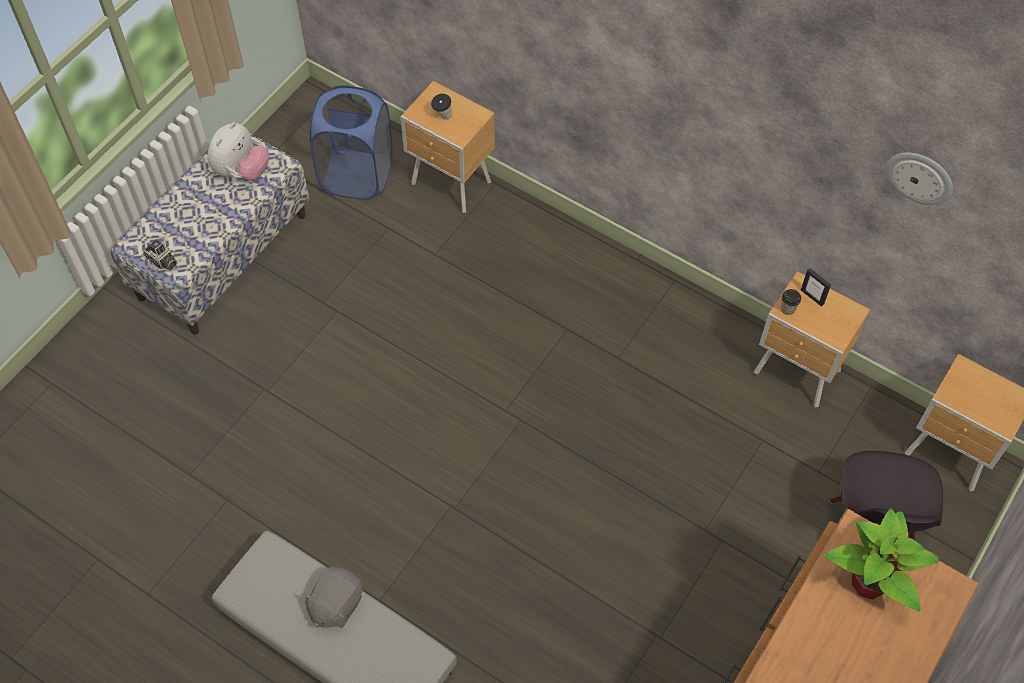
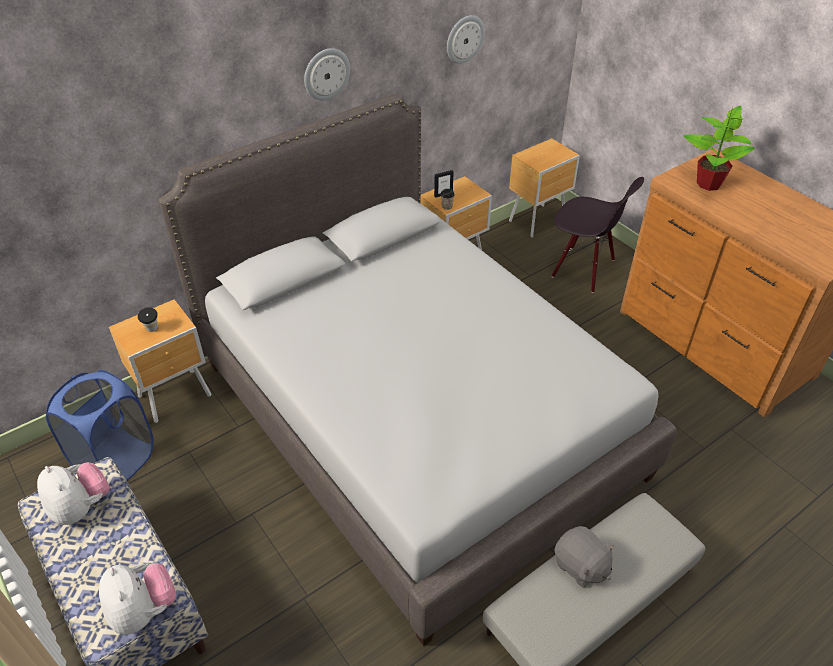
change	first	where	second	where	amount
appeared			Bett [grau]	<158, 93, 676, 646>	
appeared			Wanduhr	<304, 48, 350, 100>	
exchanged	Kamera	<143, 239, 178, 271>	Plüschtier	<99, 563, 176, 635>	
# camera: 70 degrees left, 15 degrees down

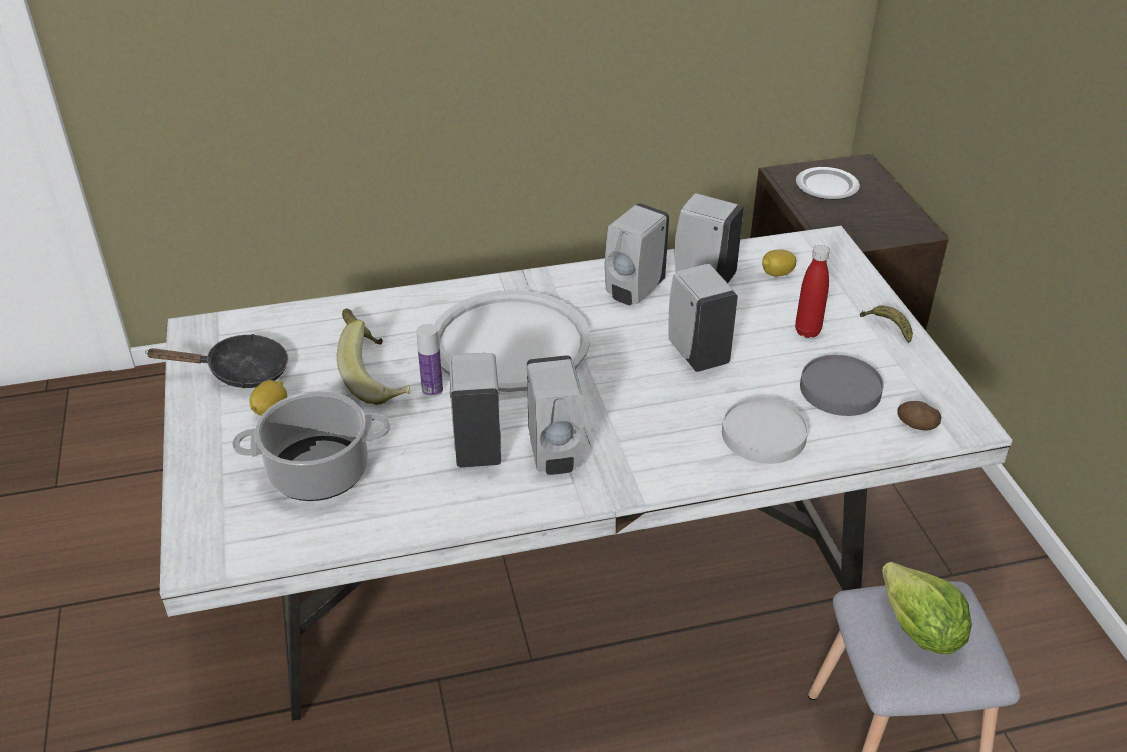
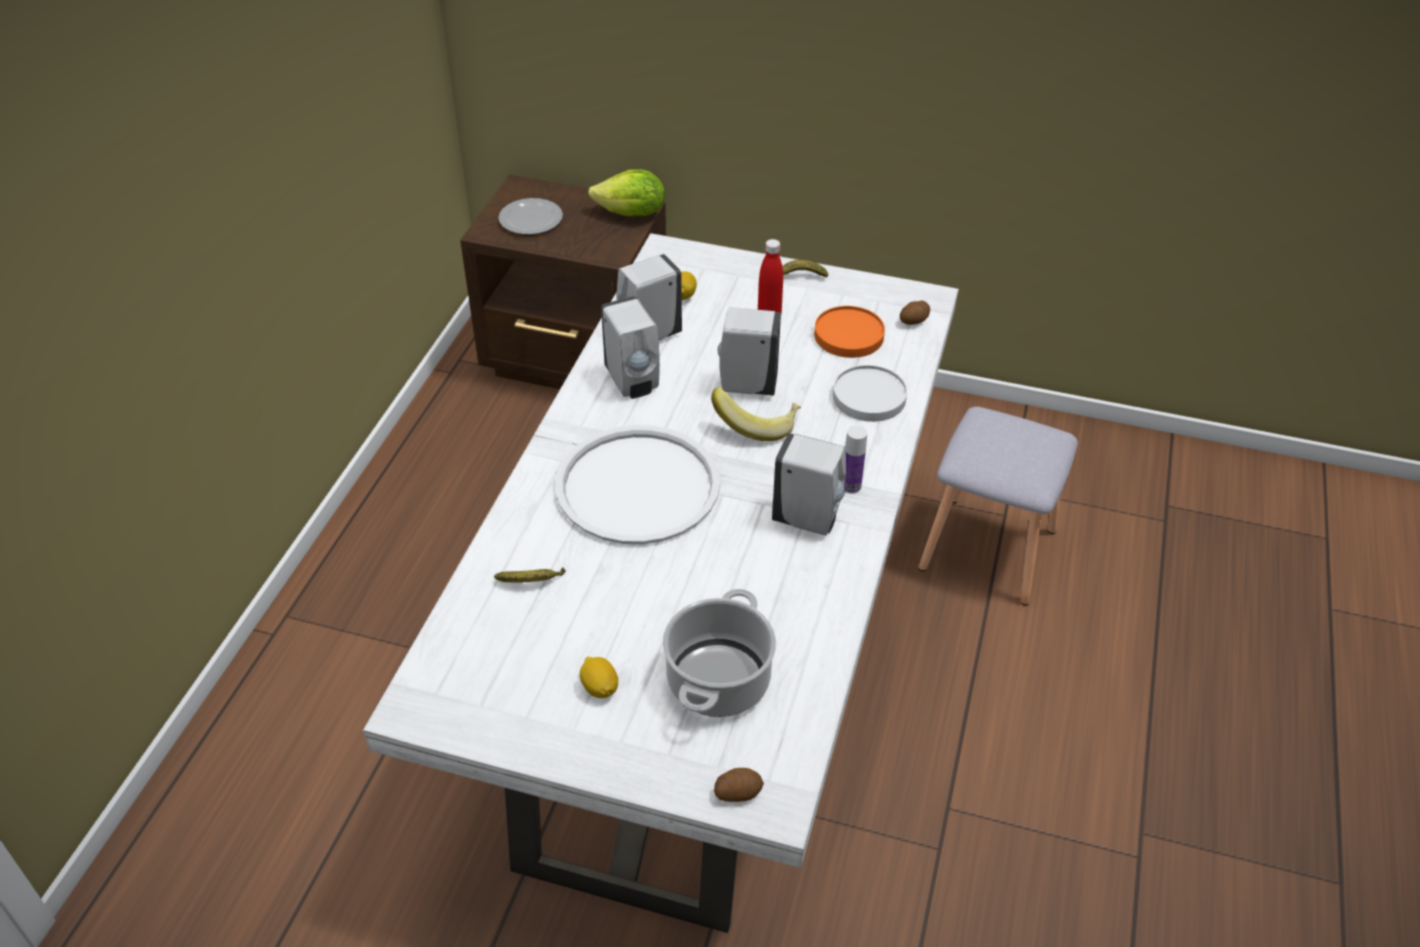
change	first	where	second	where	amount
missing	Pfanne [schwarz]	<145, 334, 288, 388>			
missing	Seifenspender [weiß]	<449, 353, 501, 467>			
appeared			Kartoffel	<714, 768, 764, 802>	
relocated	Banane	<337, 320, 410, 405>		<711, 387, 801, 441>	
relocated	Flasche	<417, 324, 443, 397>		<844, 425, 867, 494>	
relocated	Salatkopf	<882, 562, 972, 654>		<588, 169, 665, 216>	
colour	Teller [grau]	<800, 355, 884, 416>	Teller [orange]	<814, 306, 885, 358>	
# camera: 60 degrees left, 5 degrees up

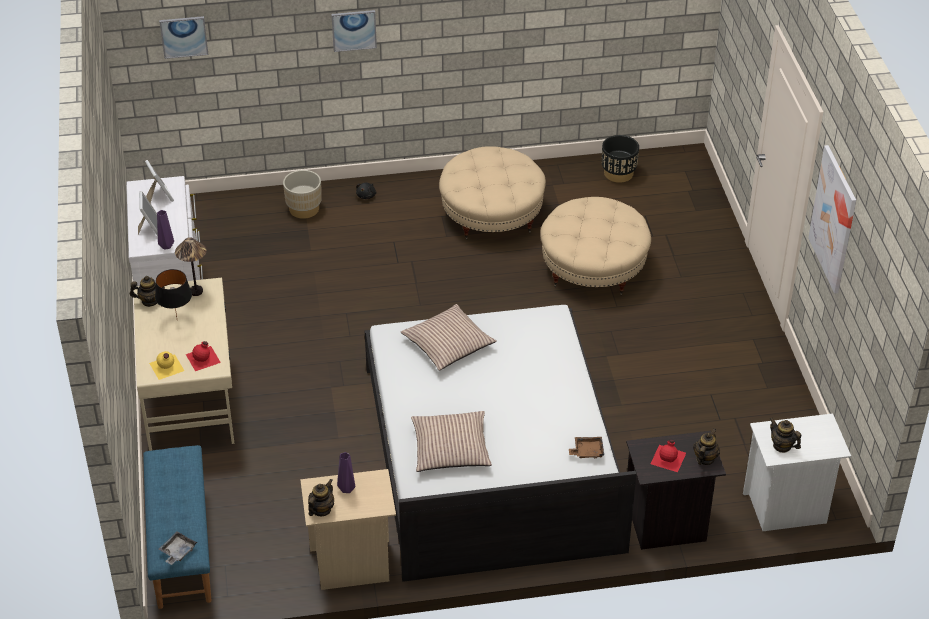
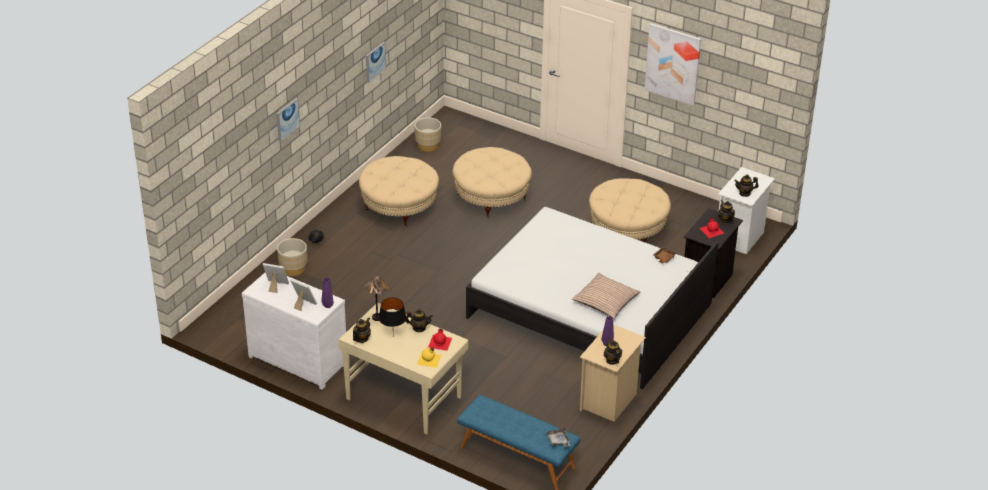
change	first	where	second	where	amount
missing	Kissen	<401, 304, 497, 371>			
appeared			Teekanne	<405, 309, 433, 332>	
appeared			Polsterhocker [beige]	<589, 178, 671, 242>	
relocated	Bild	<159, 16, 208, 59>		<366, 42, 386, 83>	
colour	Pflanzkübel [schwarz]	<602, 135, 639, 183>	Pflanzkübel [beige]	<414, 118, 441, 152>	
# camera: 50 degrees left, 5 degrees down

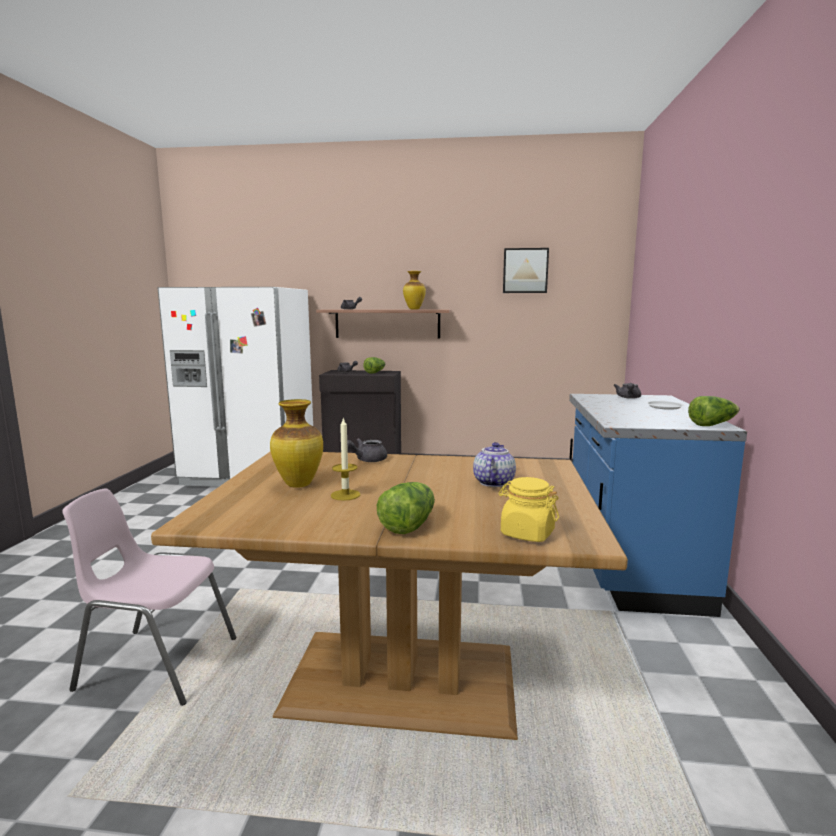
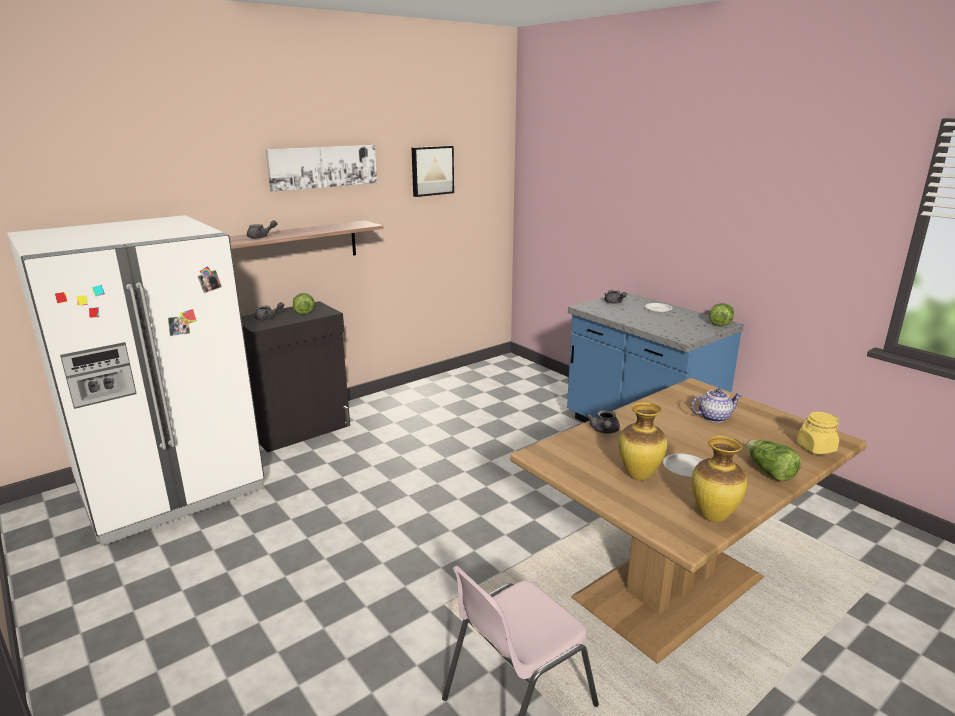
change	first	where	second	where	amount
appeared			Bild	<265, 145, 377, 192>	
relocated	Vase	<403, 271, 426, 309>		<691, 436, 747, 522>	
exchanged	Kerze	<331, 417, 360, 501>	Teller [weiß]	<663, 453, 703, 477>	
spun	Teekanne	<473, 442, 516, 487>		<691, 388, 742, 423>	105 degrees clockwise
# camera: 45 degrees left, 10 degrees up

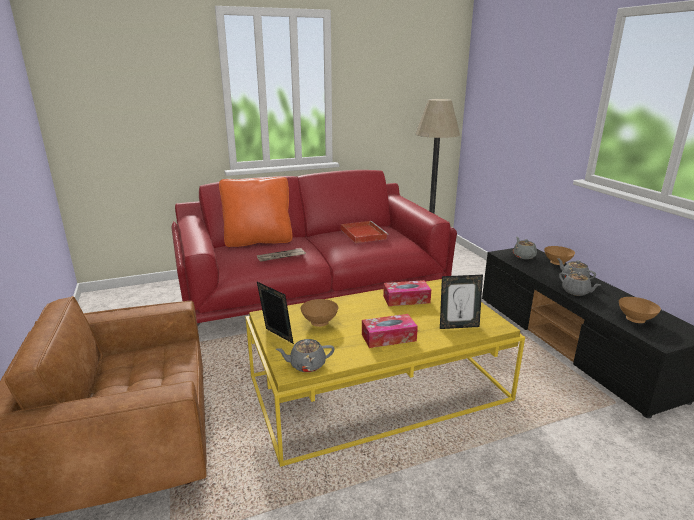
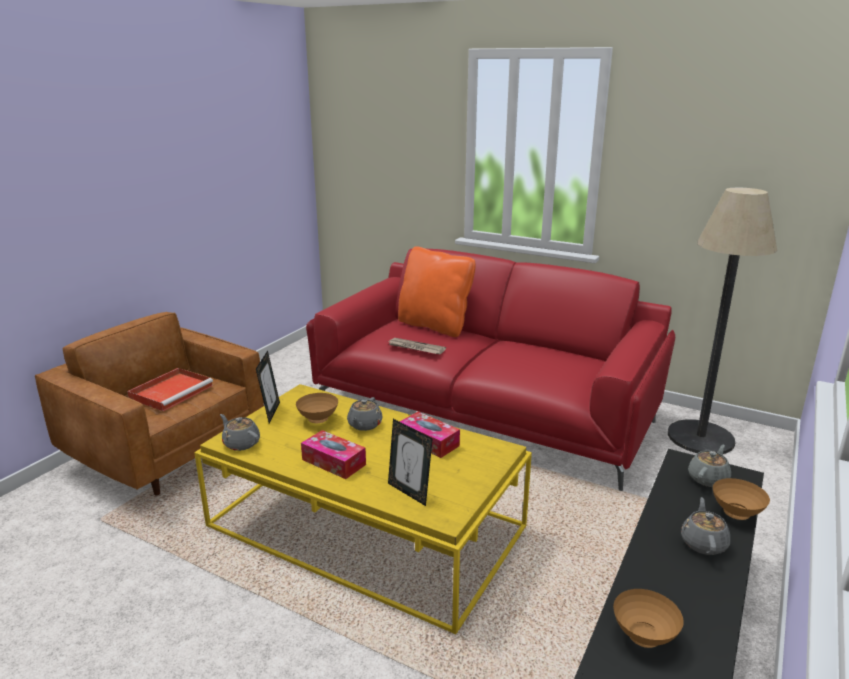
change	first	where	second	where	amount
relocated	Tablett [rot]	<341, 221, 389, 243>		<127, 368, 213, 411>	
relocated	Teekanne [grau]	<559, 272, 600, 296>		<347, 397, 383, 431>	
# camera: 50 degrees right, 0 degrees up

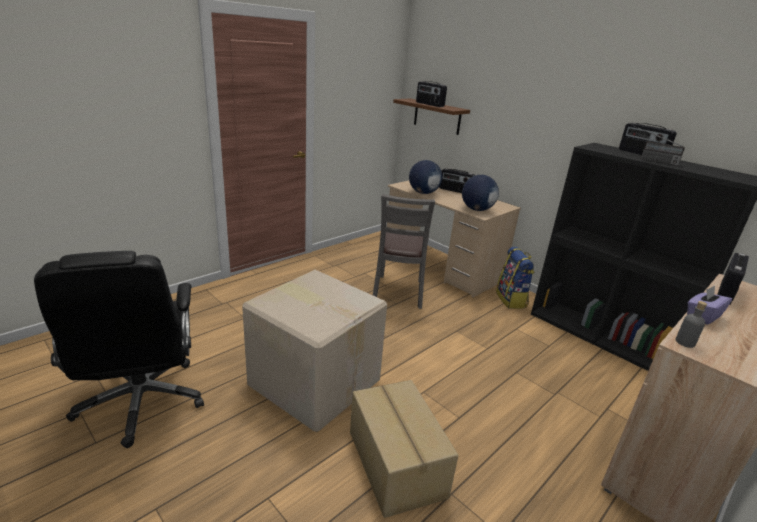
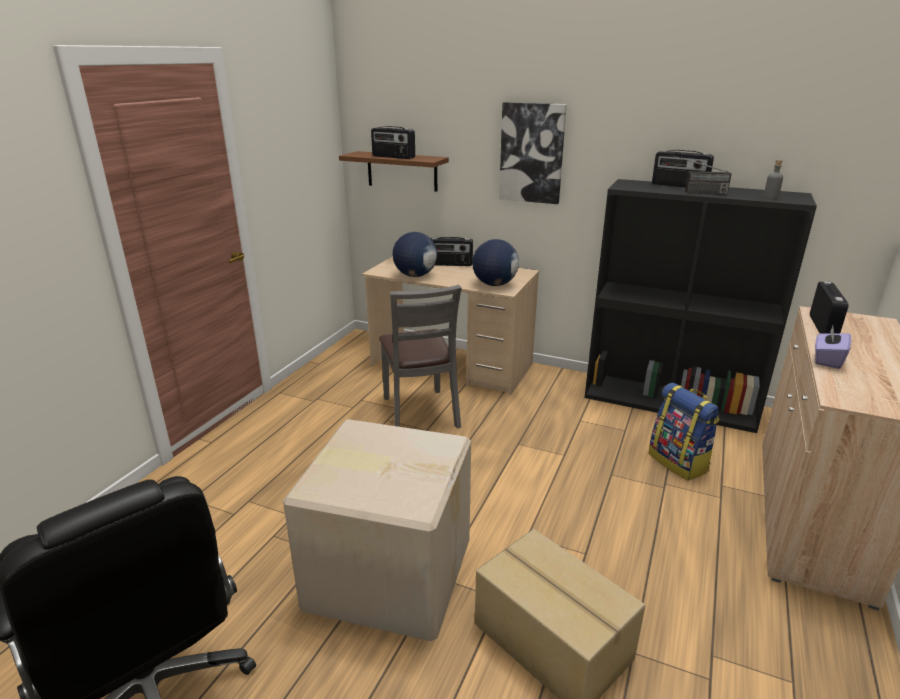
change	first	where	second	where	amount
appeared			Bild	<499, 102, 567, 204>	
relocated	Rucksack	<496, 247, 534, 309>		<648, 383, 720, 481>	
relocated	Flasche [grau]	<676, 301, 707, 348>		<763, 160, 783, 200>	
# camera: 20 degrees left, 0 degrees up

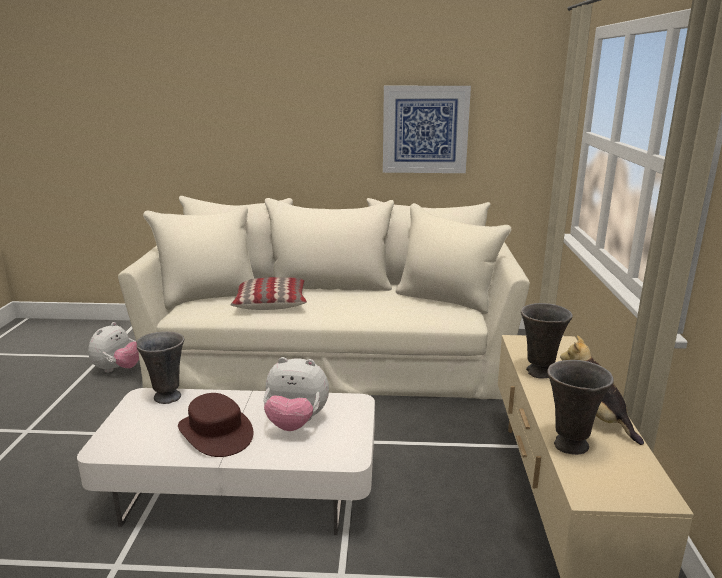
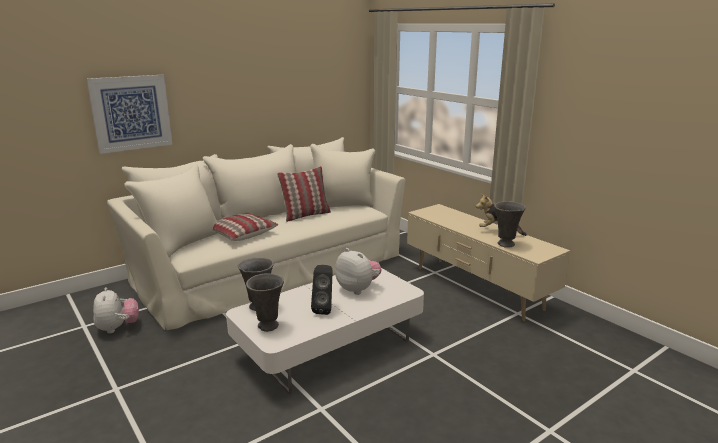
change	first	where	second	where	amount
appeared			Kissen	<277, 166, 331, 222>	
relocated	Bild	<383, 86, 471, 173>		<87, 75, 173, 154>	
relocated	Vase [grau]	<521, 303, 573, 379>		<246, 273, 284, 332>	
exchanged	Hut [braun]	<178, 393, 254, 457>	Lautsprecher [schwarz]	<311, 265, 333, 315>	
spun	Plüschtier	<263, 357, 329, 431>		<335, 248, 382, 295>	105 degrees counterclockwise
# camera: 40 degrees left, 0 degrees up

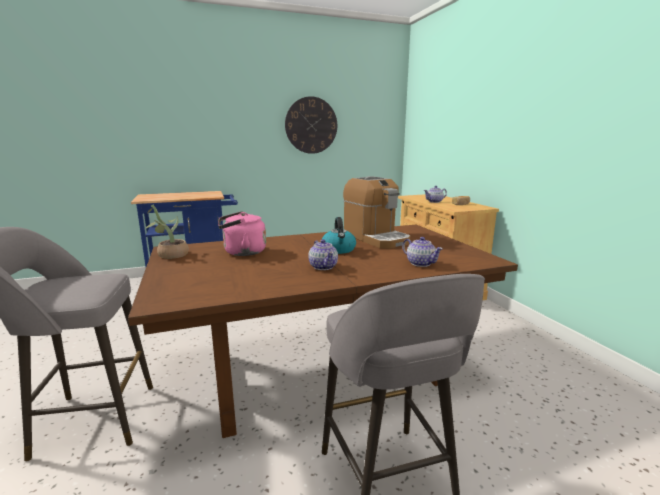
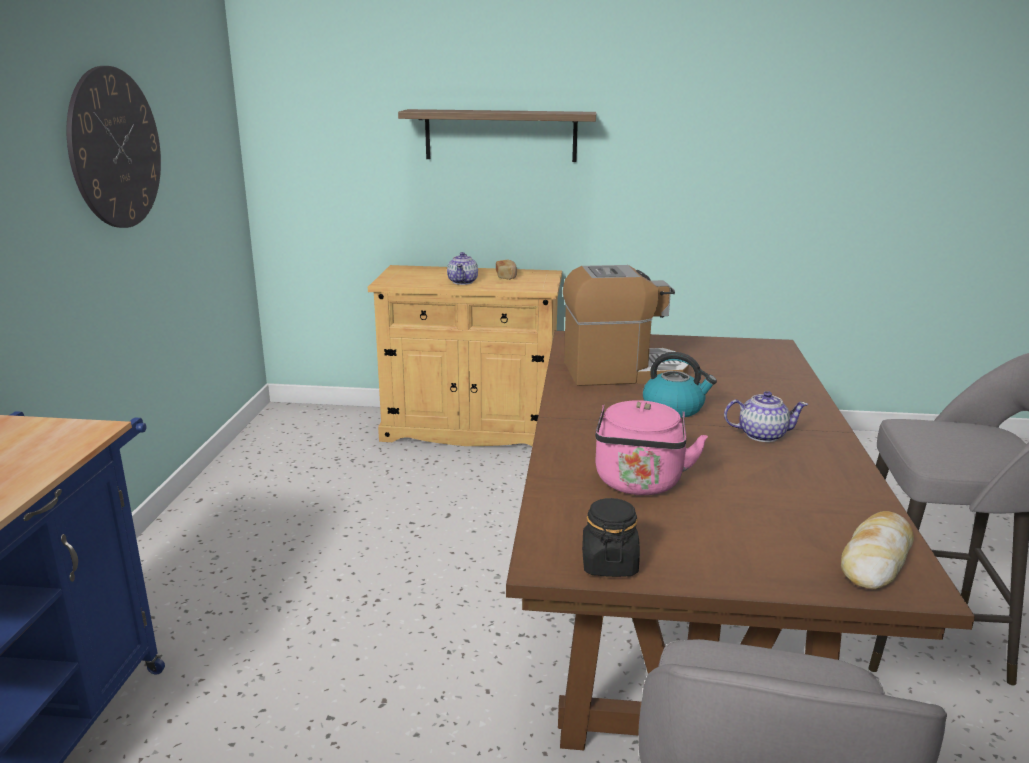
change	first	where	second	where	amount
missing	Teekanne	<402, 237, 443, 267>			
appeared			Wandregal	<398, 109, 596, 162>	
appeared			Brot	<841, 511, 914, 590>	
exchanged	Topfpflanze	<145, 204, 189, 259>	Vorratsglas [schwarz]	<582, 498, 640, 577>	
# camera: 65 degrees left, 5 degrees up

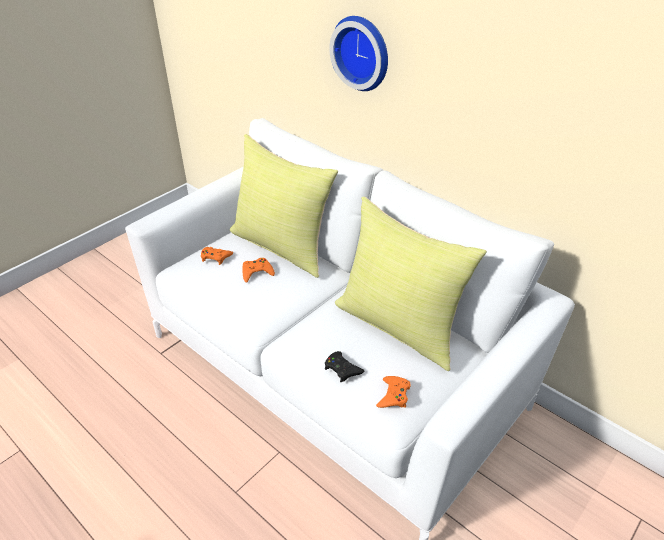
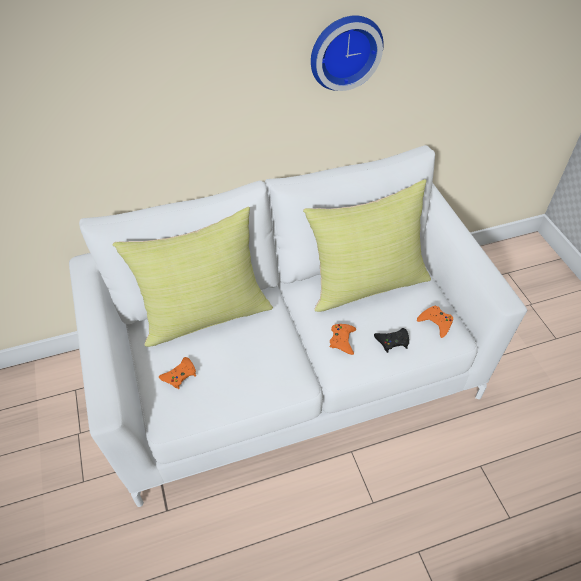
change	first	where	second	where	amount
relocated	Gamepad [orange]	<242, 258, 275, 283>		<330, 324, 356, 355>	
relocated	Wanduhr	<329, 16, 388, 91>		<311, 15, 384, 91>	
# camera: 60 degrees left, 10 degrees up

